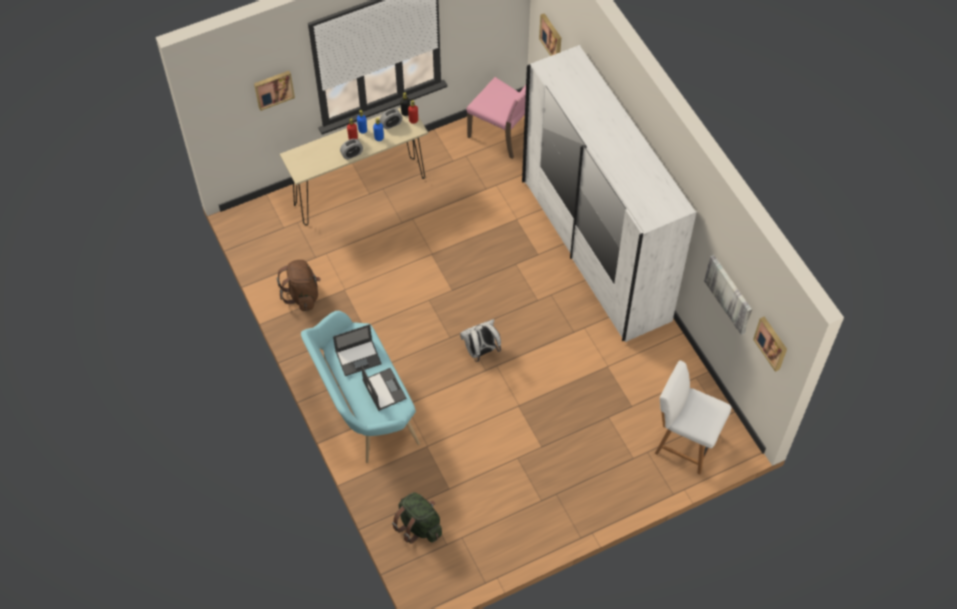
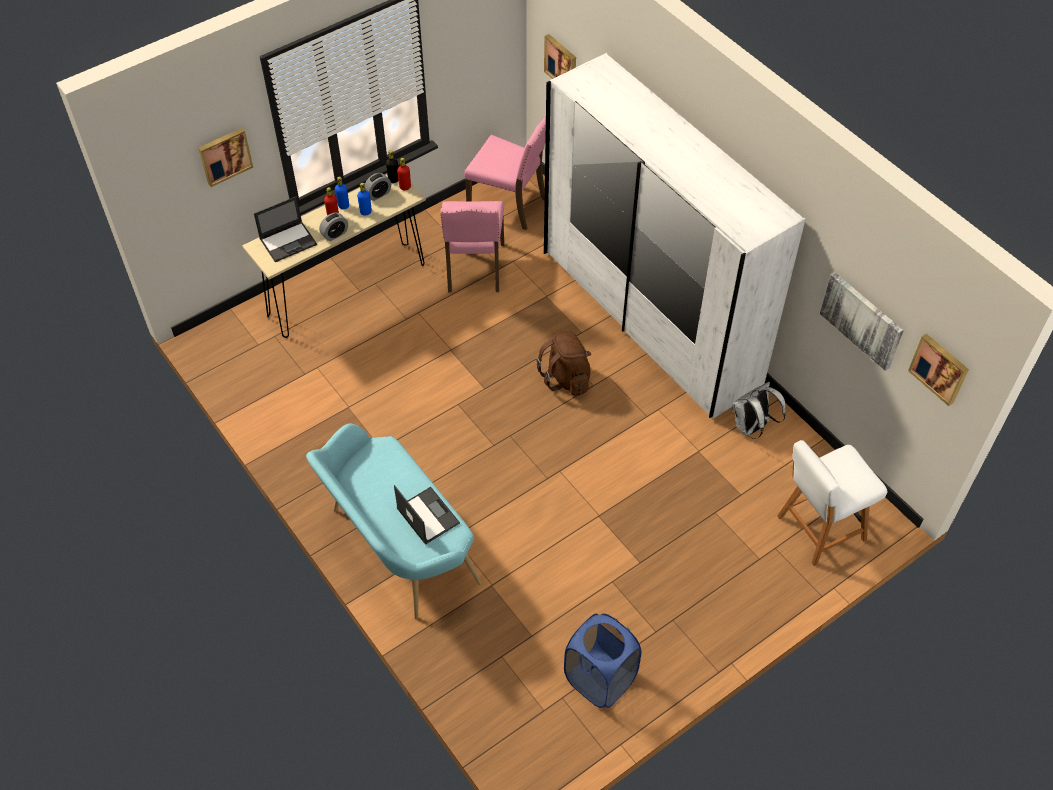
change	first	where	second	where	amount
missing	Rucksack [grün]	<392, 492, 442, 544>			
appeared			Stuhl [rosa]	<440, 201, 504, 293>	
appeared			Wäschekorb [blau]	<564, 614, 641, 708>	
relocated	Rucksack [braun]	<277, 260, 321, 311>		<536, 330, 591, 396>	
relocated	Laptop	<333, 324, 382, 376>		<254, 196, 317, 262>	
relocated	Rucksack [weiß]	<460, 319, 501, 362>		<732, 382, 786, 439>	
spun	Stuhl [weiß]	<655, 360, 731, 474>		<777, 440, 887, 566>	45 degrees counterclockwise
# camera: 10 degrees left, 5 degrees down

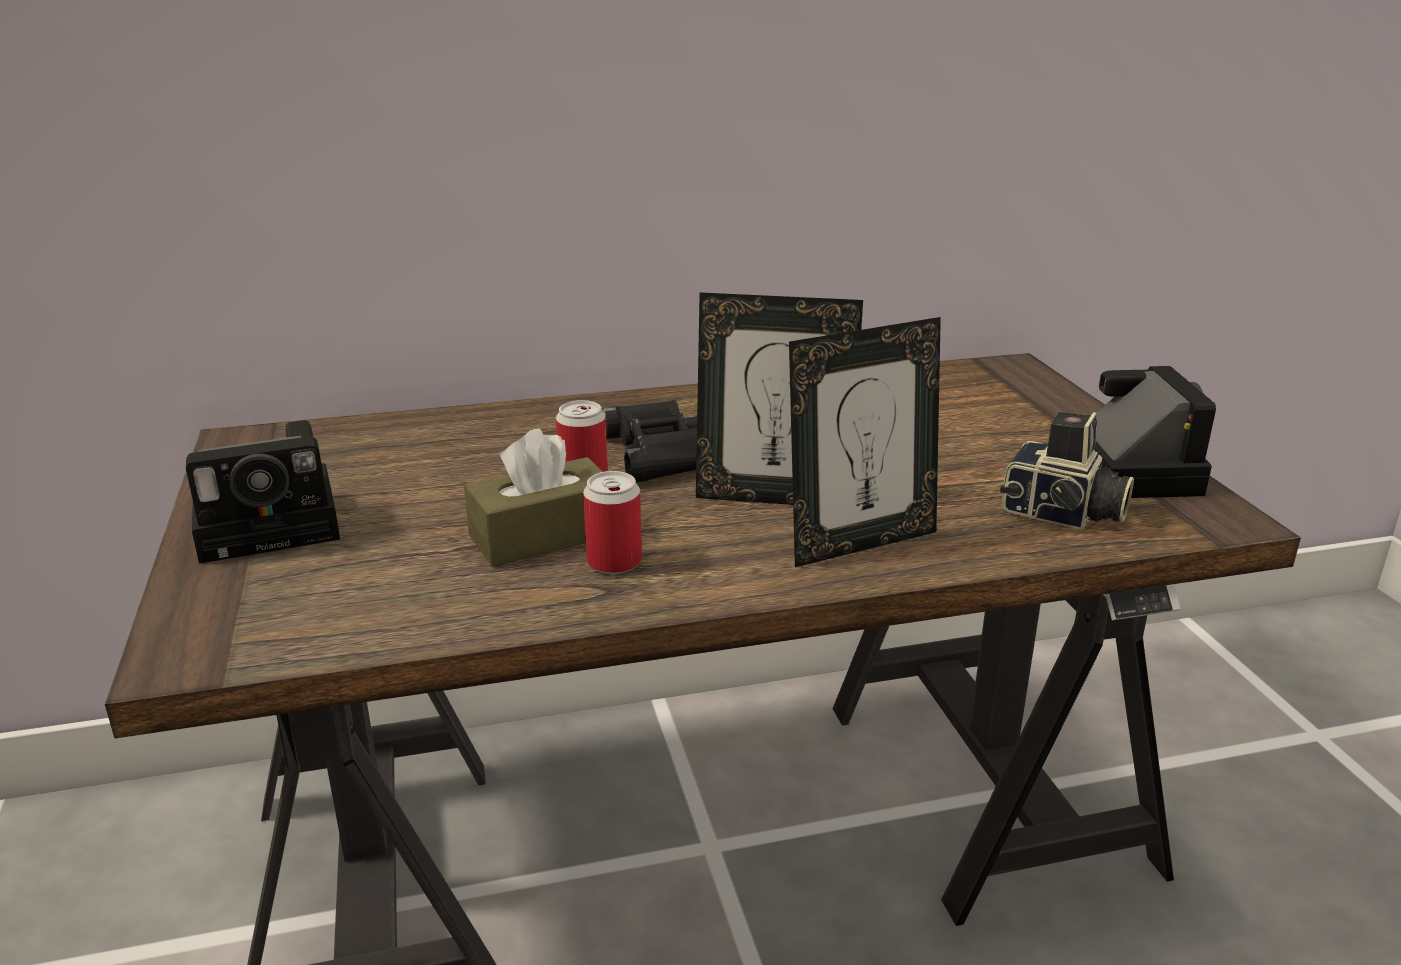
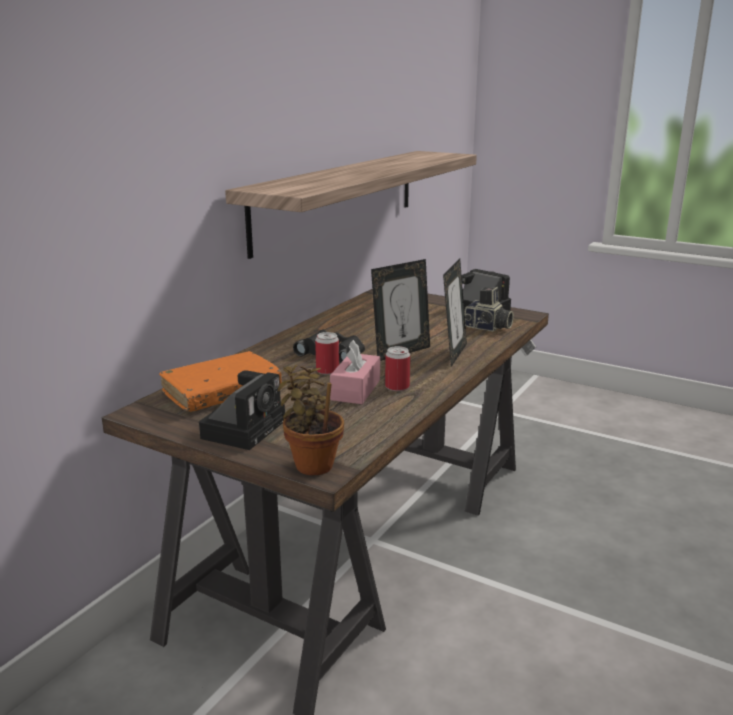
change	first	where	second	where	amount
appeared			Buch [orange]	<159, 351, 282, 412>	
appeared			Wandregal	<225, 151, 477, 259>	
appeared			Topfpflanze	<278, 365, 344, 475>	
colour	Taschentuchbox [braun]	<464, 428, 603, 566>	Taschentuchbox [rosa]	<330, 340, 380, 404>	
spun	Kamera	<1000, 412, 1134, 530>		<464, 287, 514, 332>	45 degrees clockwise
# camera: 45 degrees left, 5 degrees down

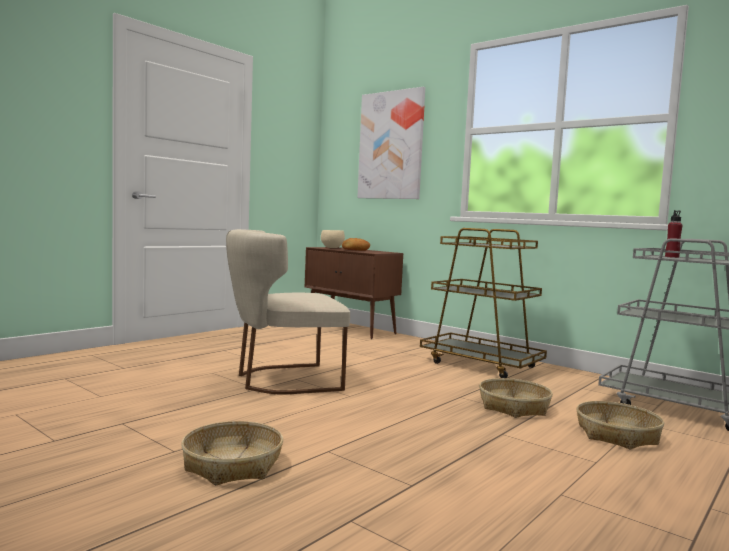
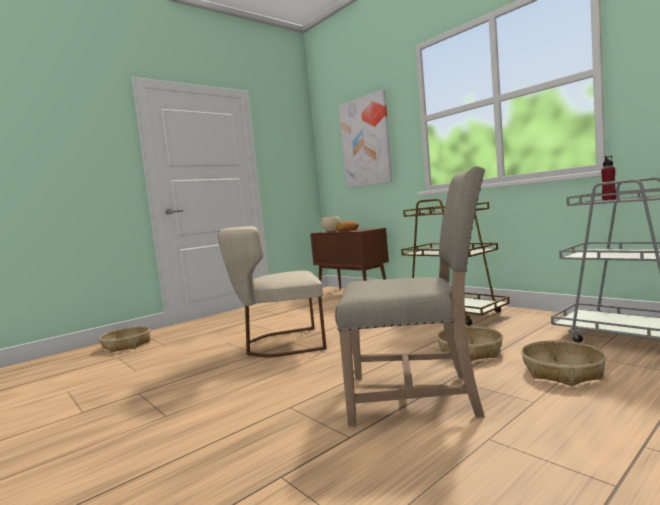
change	first	where	second	where	amount
appeared			Stuhl [beige]	<335, 166, 485, 426>	
relocated	Korb	<181, 421, 283, 486>		<99, 326, 151, 353>	
# camera: 10 degrees right, 0 degrees up

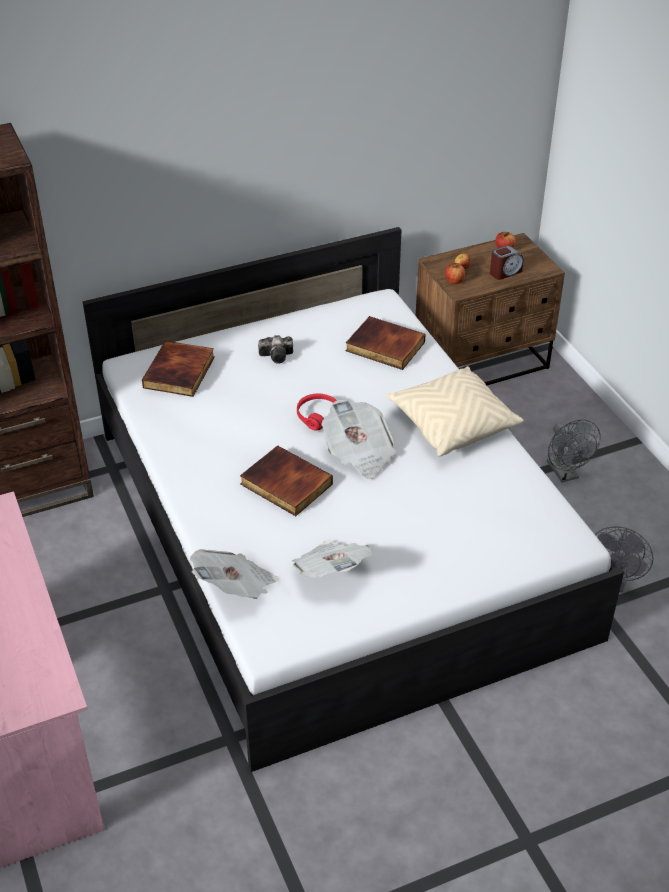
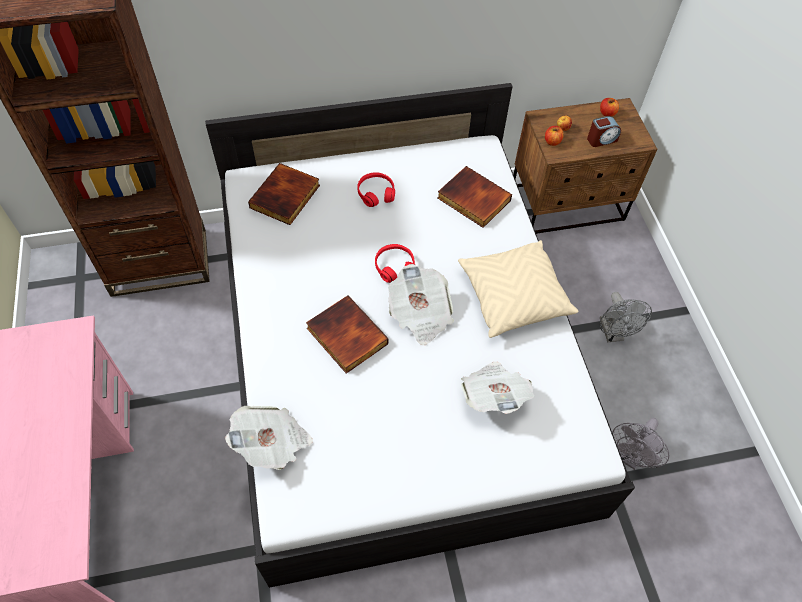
change	first	where	second	where	amount
relocated	Zeitung	<292, 540, 373, 578>		<461, 362, 534, 414>	
exchanged	Kamera	<258, 335, 293, 364>	Kopfhörer [rot]	<357, 172, 395, 207>	
# camera: 10 degrees right, 15 degrees up

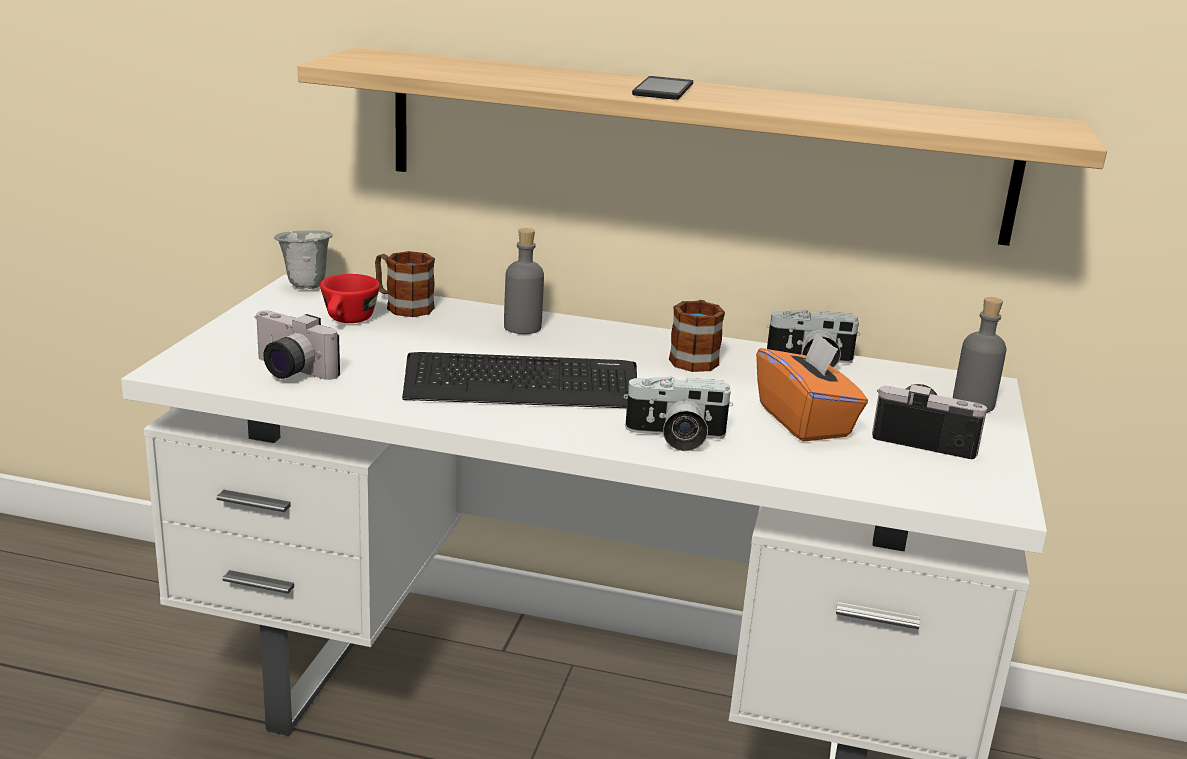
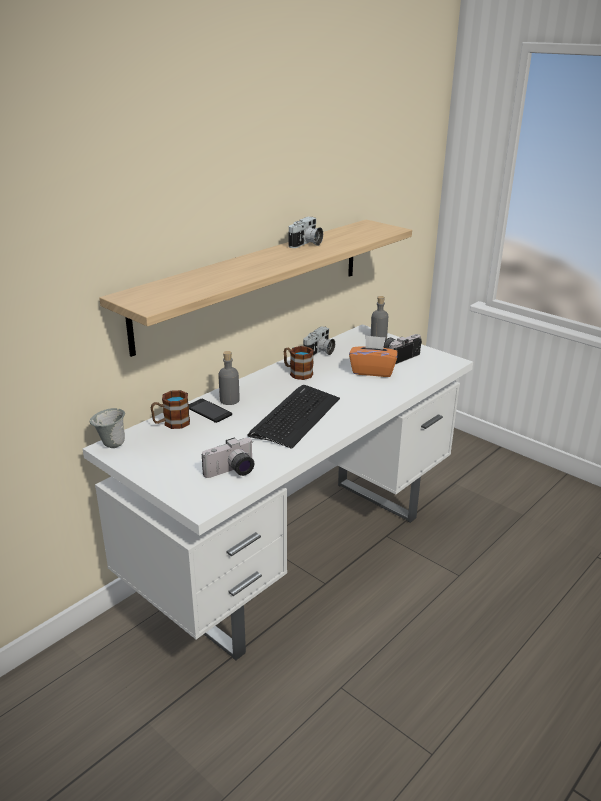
change	first	where	second	where	amount
missing	Tasse [rot]	<320, 274, 380, 323>			
relocated	Kamera	<624, 376, 733, 451>		<289, 217, 323, 248>	
relocated	Handy	<632, 76, 693, 100>		<189, 399, 232, 423>	
# camera: 60 degrees left, 5 degrees up

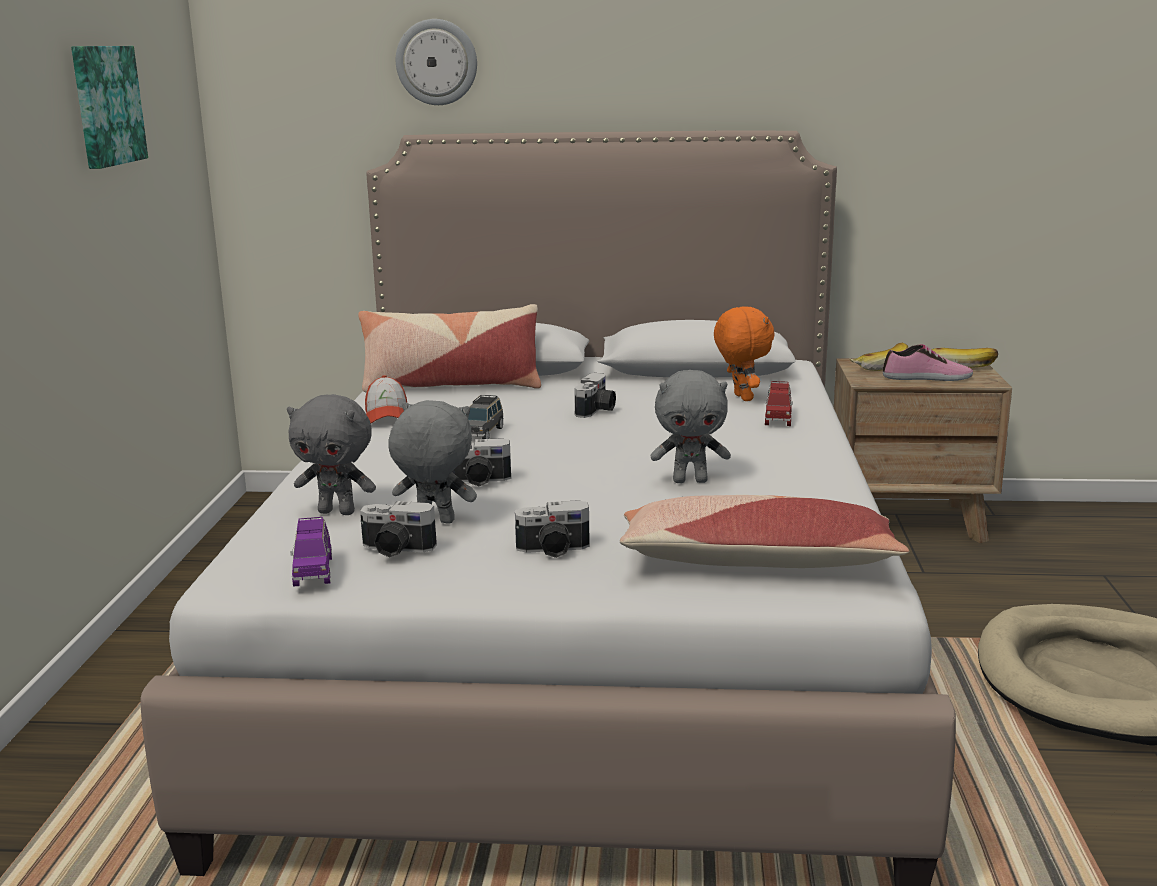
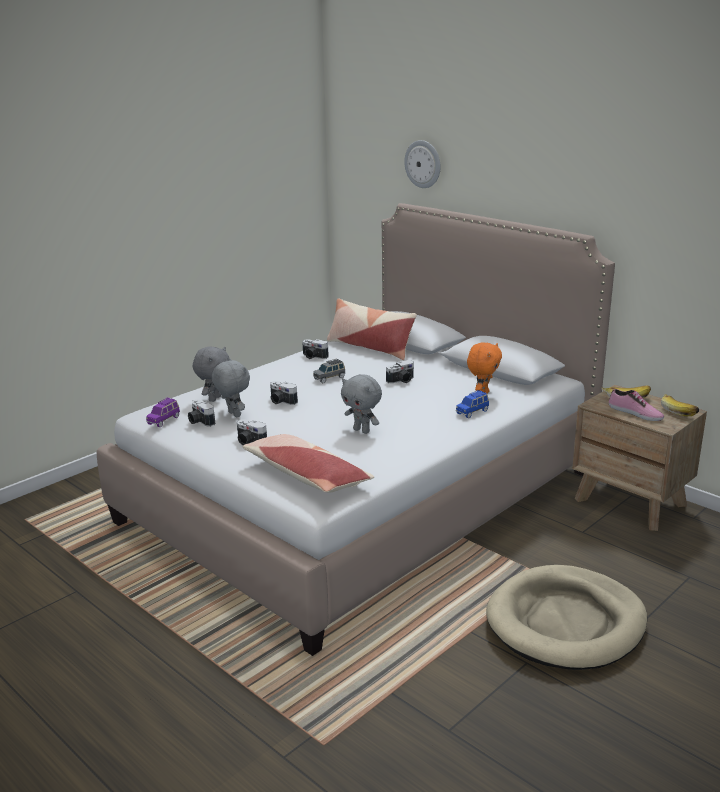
change	first	where	second	where	amount
missing	Bild	<71, 46, 148, 169>			
exchanged	Kappe	<365, 375, 407, 423>	Kamera	<302, 339, 329, 359>	
colour	Spielzeugauto [rot]	<765, 381, 793, 426>	Spielzeugauto [blau]	<456, 390, 489, 418>	
spun	Plüschtier [grau]	<287, 394, 376, 515>		<193, 347, 229, 402>	120 degrees counterclockwise
# camera: 40 degrees right, 5 degrees up

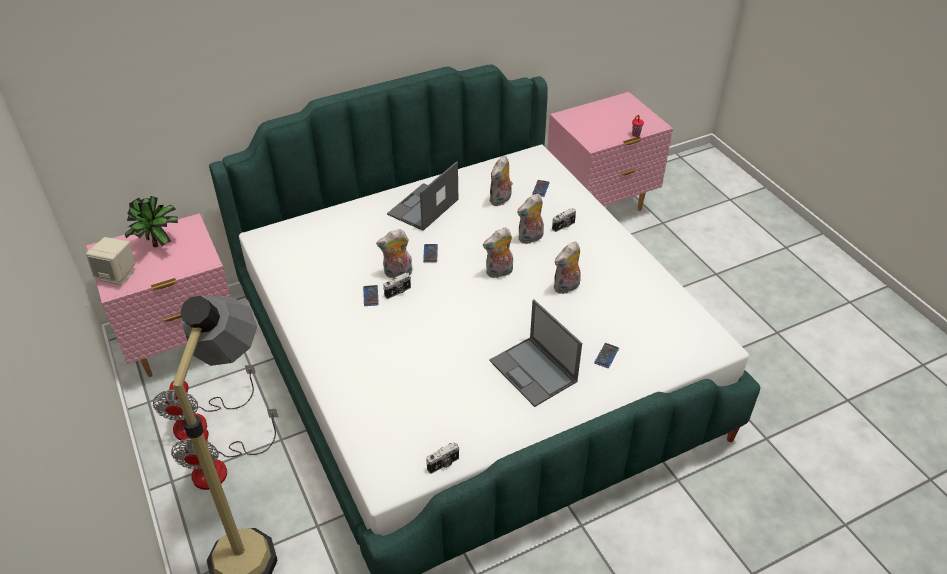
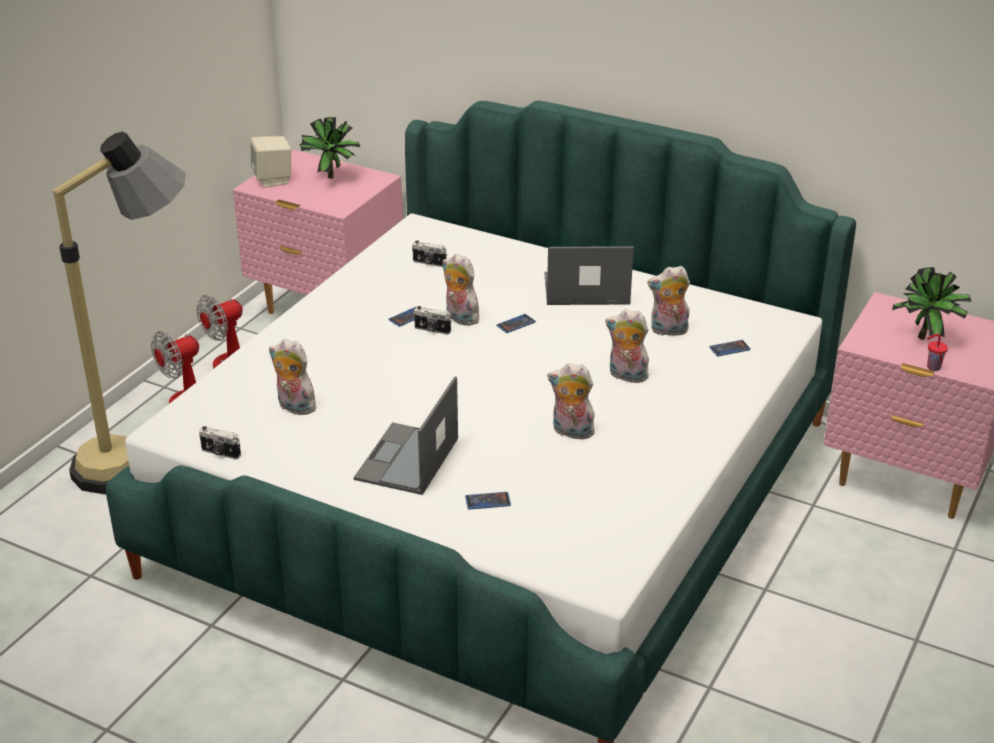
change	first	where	second	where	amount
appeared			Topfpflanze	<892, 267, 972, 340>	
relocated	Plüschtier	<483, 227, 513, 278>		<269, 339, 318, 415>	
relocated	Kamera	<552, 208, 576, 232>		<412, 240, 447, 267>	
# camera: 55 degrees right, 10 degrees down

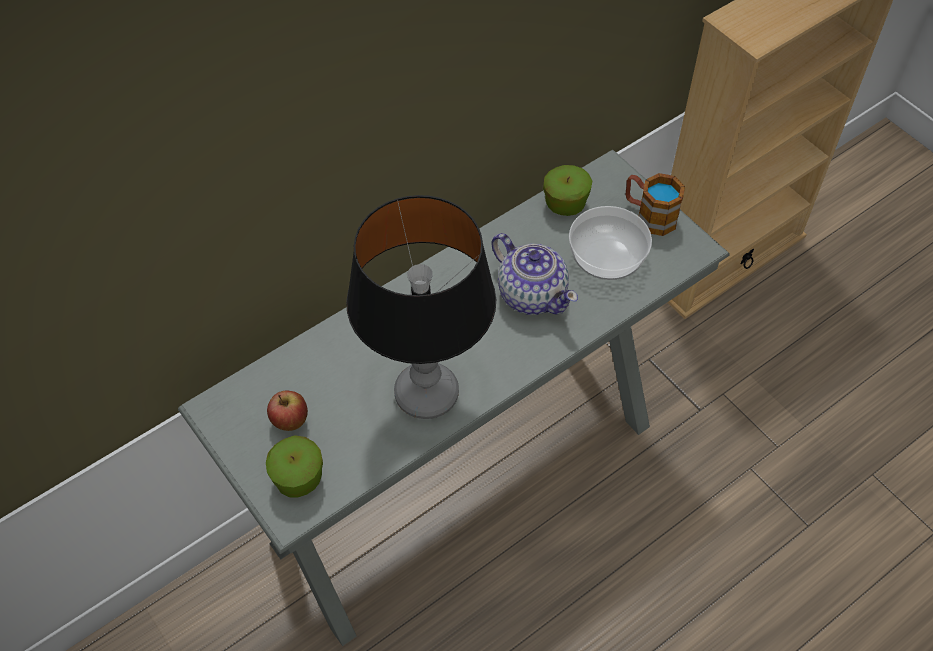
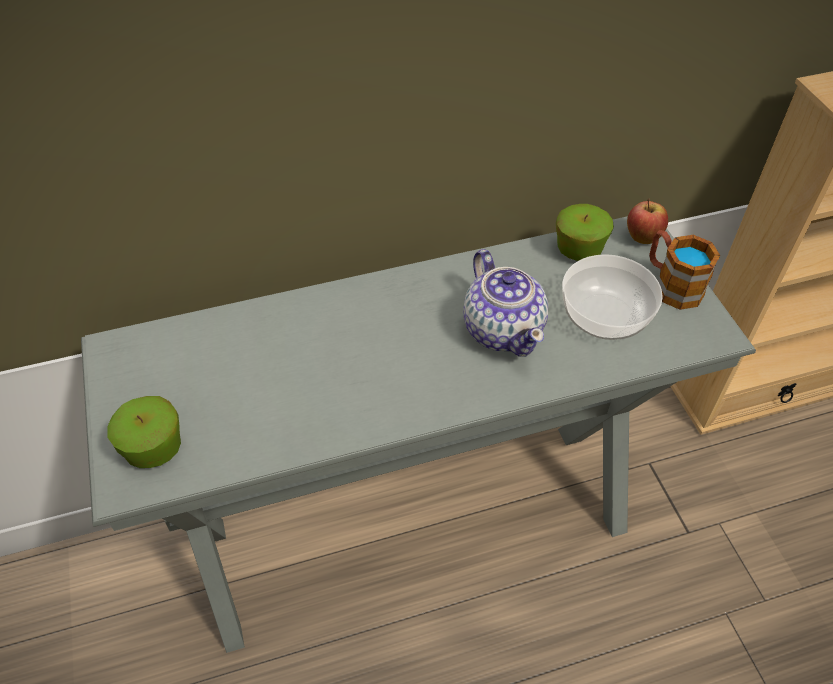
change	first	where	second	where	amount
missing	Tischlampe	<346, 195, 496, 419>			
relocated	Apfel	<267, 391, 308, 431>		<627, 199, 668, 244>	
# camera: 20 degrees right, 5 degrees down

